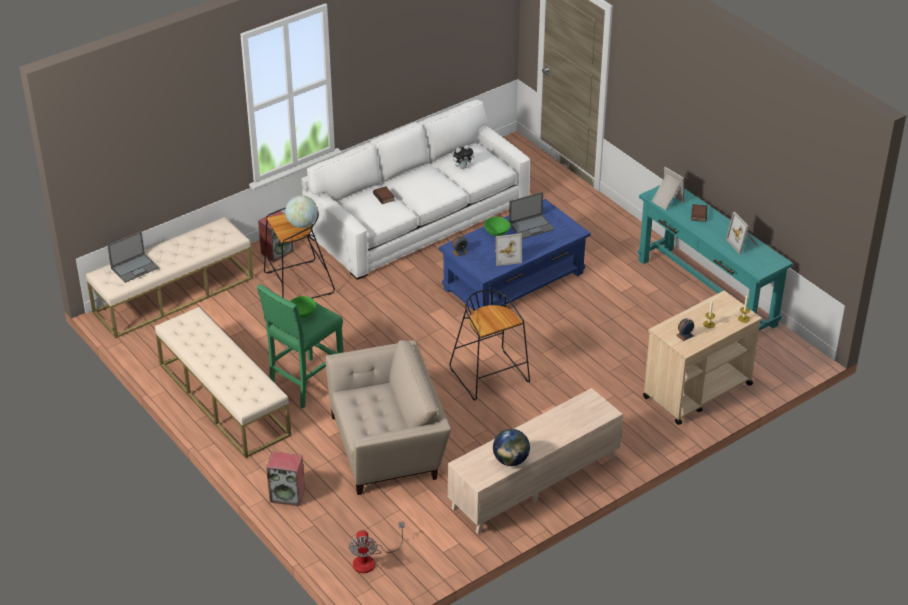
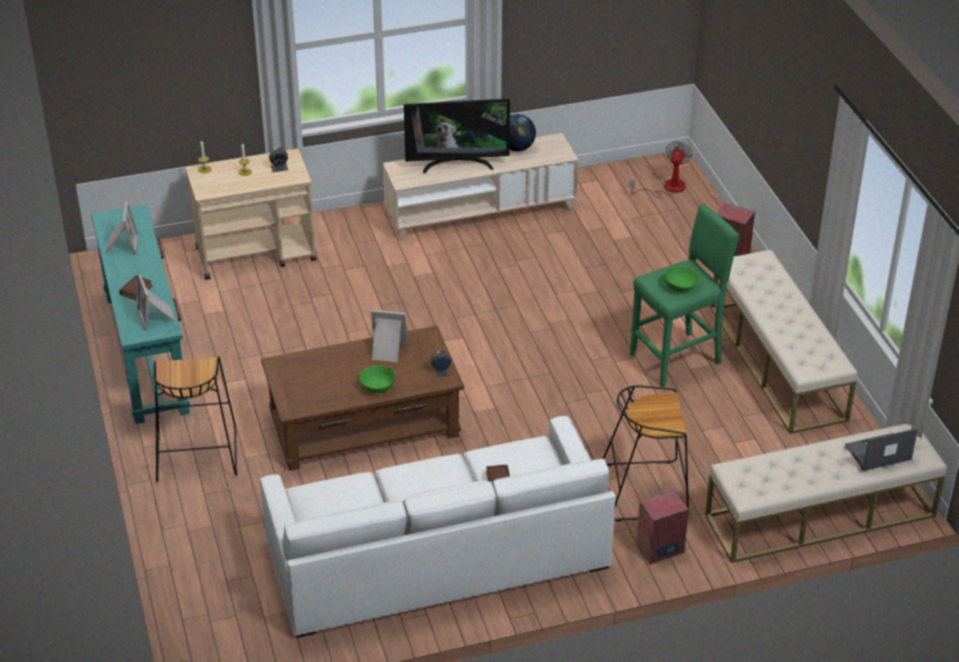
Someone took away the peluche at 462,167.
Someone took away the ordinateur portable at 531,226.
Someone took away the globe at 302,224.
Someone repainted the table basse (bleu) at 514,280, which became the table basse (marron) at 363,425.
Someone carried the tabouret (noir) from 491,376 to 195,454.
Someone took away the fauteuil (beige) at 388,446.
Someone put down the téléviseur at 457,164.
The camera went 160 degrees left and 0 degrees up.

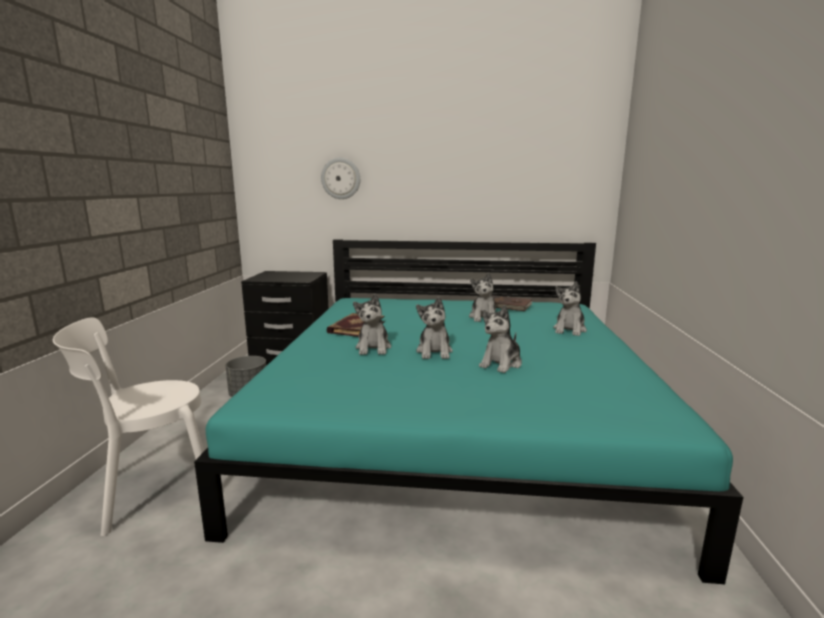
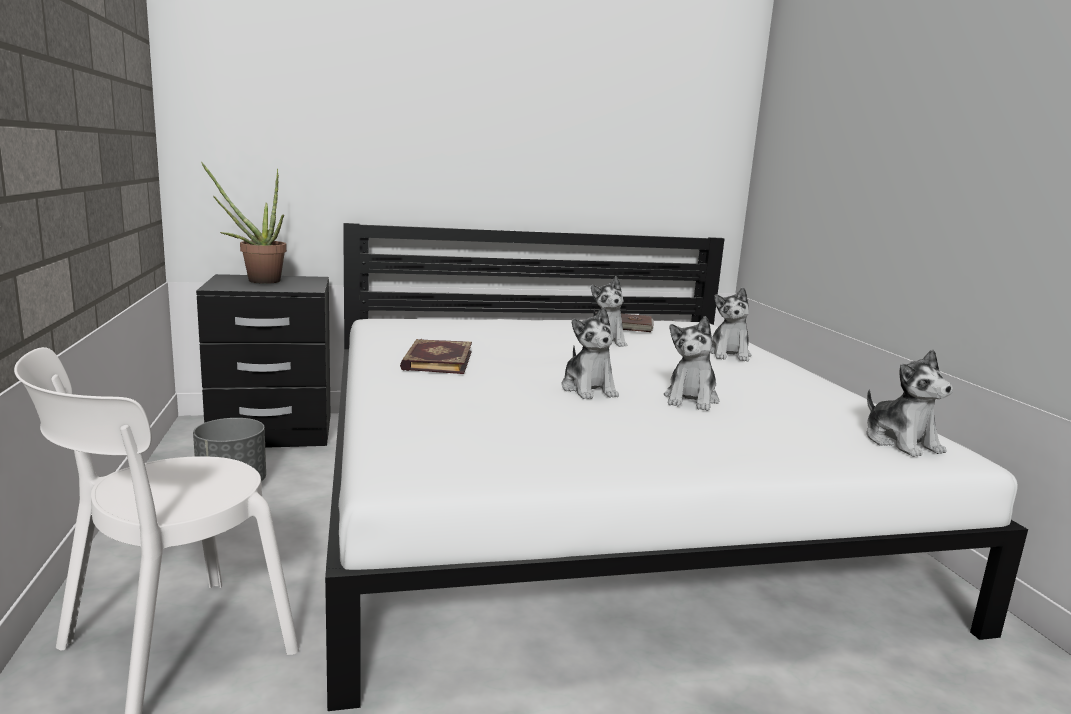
Someone took away the horloge murale at 341,178.
Someone repainted the lit (turquoise) at 455,425, which became the lit (blanc) at 590,498.
Someone carried the peluche from 373,348 to 901,442.
Someone put down the plante en pot at 256,280.
The camera went 20 degrees left and 0 degrees up.

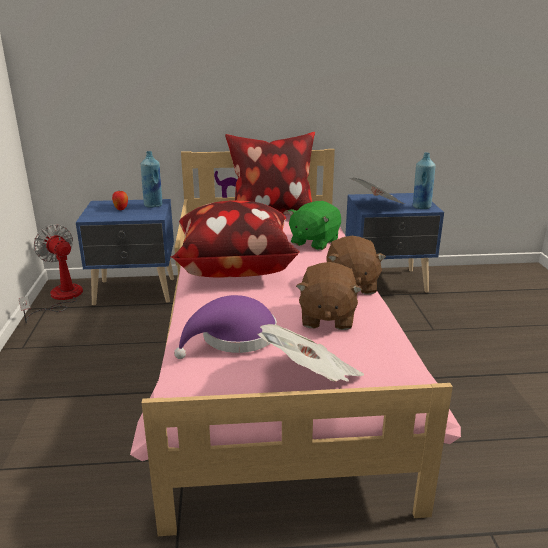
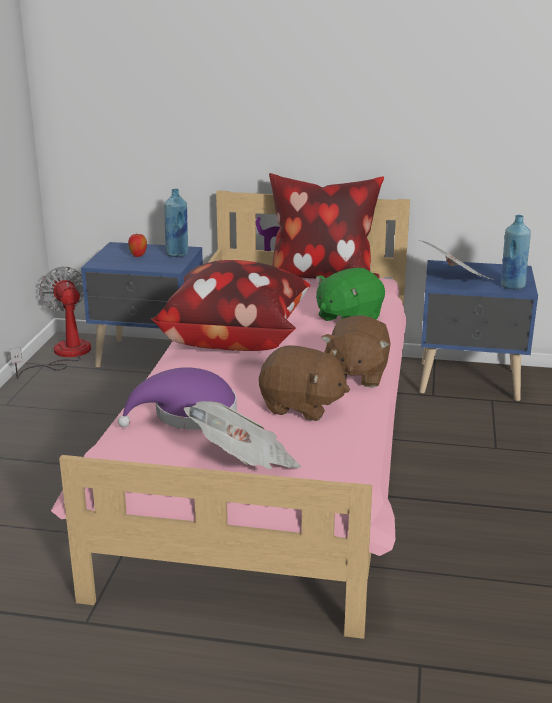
Someone rotated the peluche (marron) at 326,318 by 90 degrees counterclockwise.
The camera went 15 degrees right and 0 degrees up.

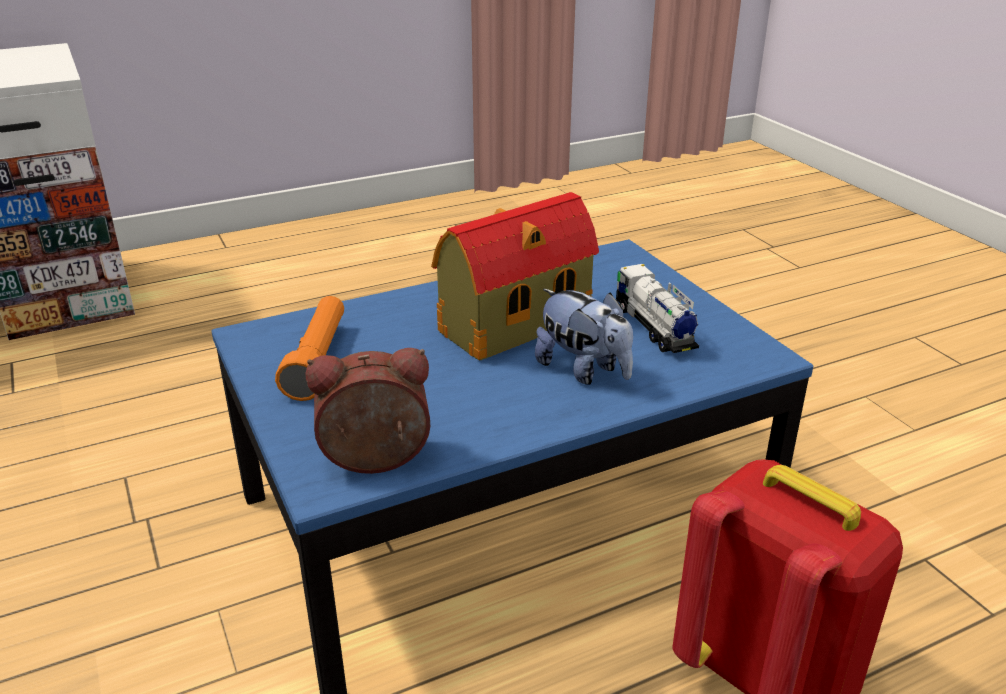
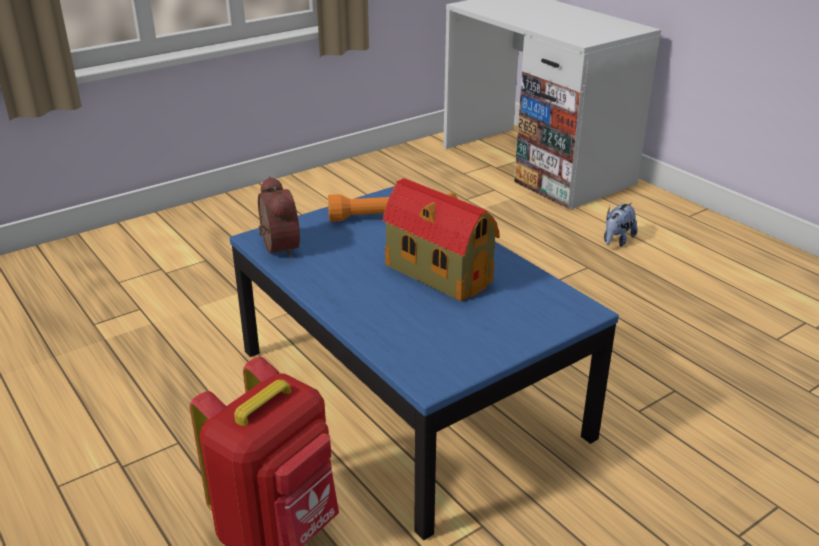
Someone took away the camion jouet at 654,327.
Someone carried the peluche from 583,370 to 617,241.
The camera went 80 degrees right and 0 degrees up.

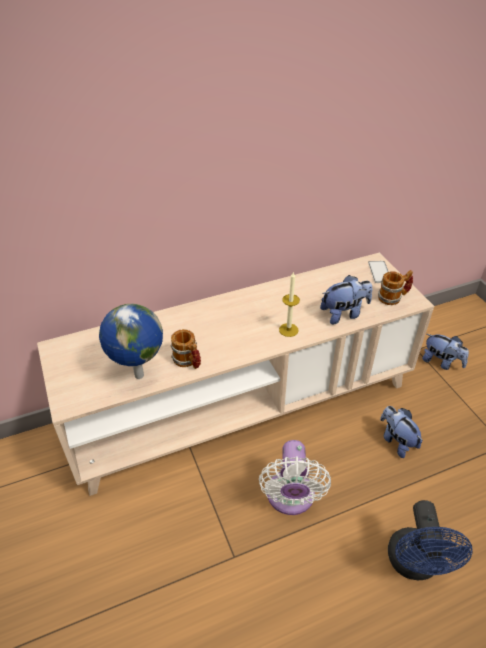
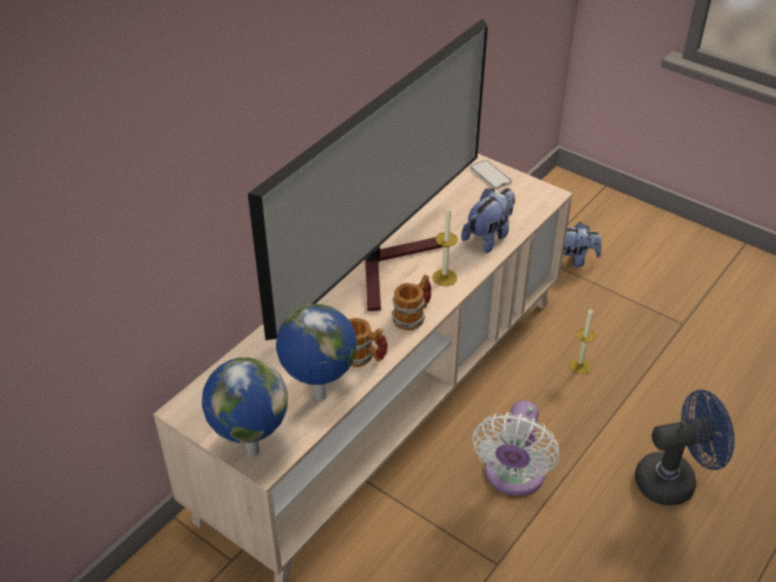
Someone carried the mug from 393,297 to 413,316.
Someone swapped the peluche at 396,441 for the bougie at 579,366.
Someone rotated the ventilateur (blanc) at 290,498 by 45 degrees clockwise.
Someone rotated the ventilateur (bleu) at 414,565 by 75 degrees counterclockwise.
Someone put down the téléviseur at 390,264.
Someone put down the globe at 251,451.
The camera went 30 degrees left and 0 degrees up.

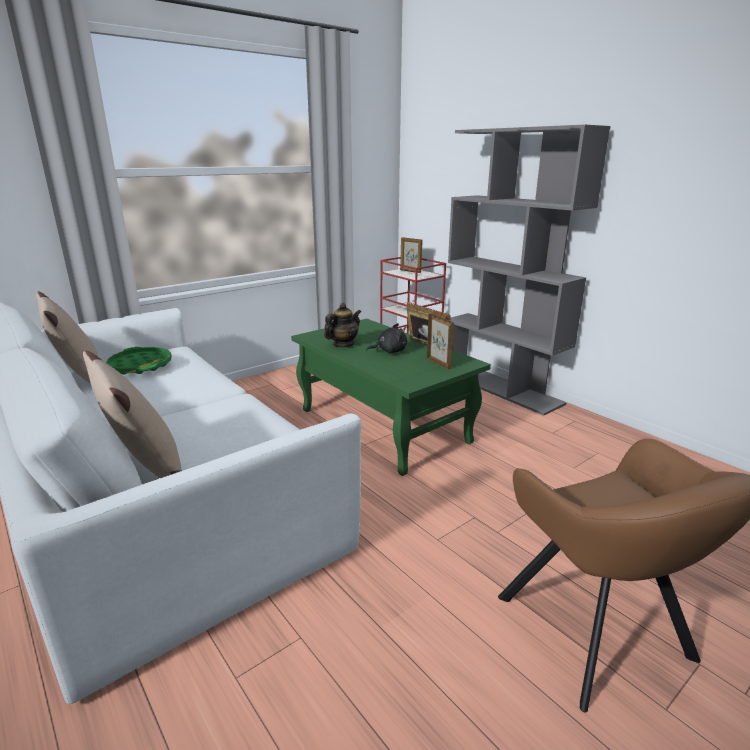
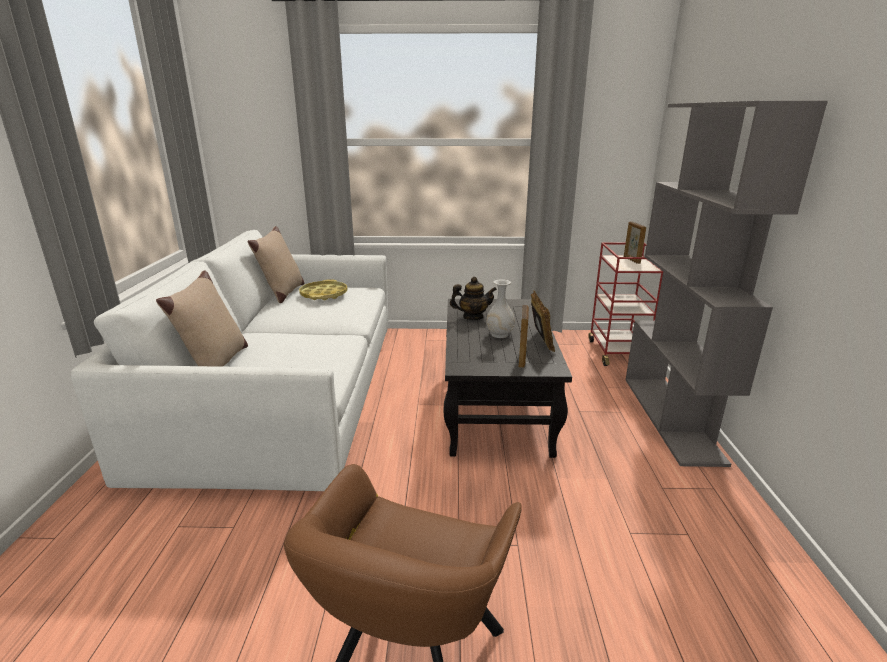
Someone repainted the table basse (vert) at 382,425, which became the table basse (noir) at 495,407.
Someone swapped the peluche (noir) at 389,351 for the vase (blanc) at 499,334.
Someone repainted the plateau (vert) at 141,366, which became the plateau (jaune) at 324,294.
The camera went 40 degrees right and 0 degrees up.

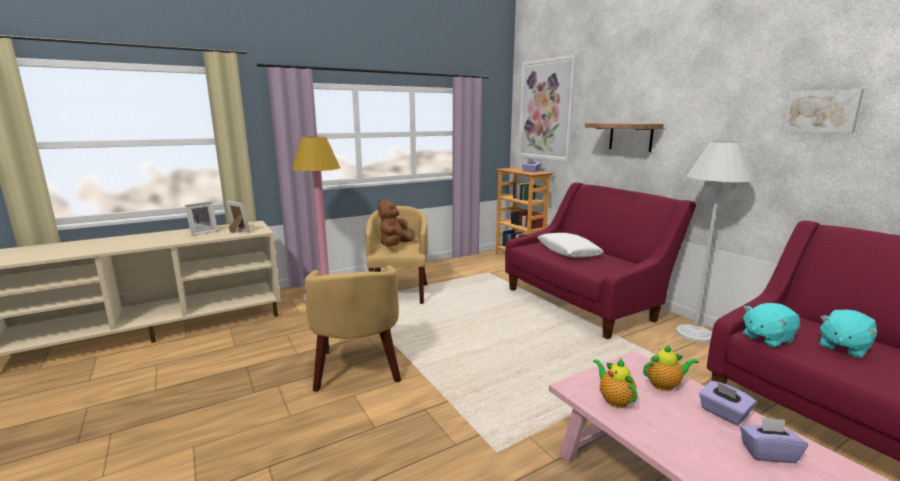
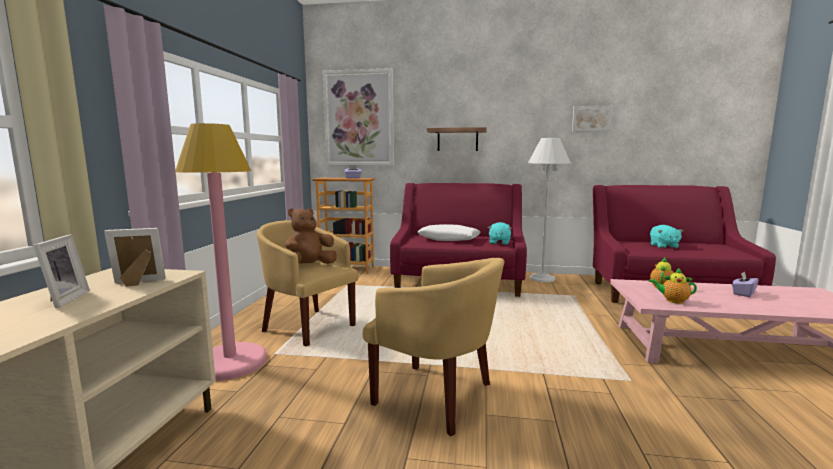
Someone rotated the peluche (marron) at 395,245 by 75 degrees clockwise.
Someone carried the peluche (turquoise) from 766,338 to 499,242.
Someone took away the boîte à mouchoirs (violet) at 723,413.
The camera went 50 degrees left and 5 degrees down.

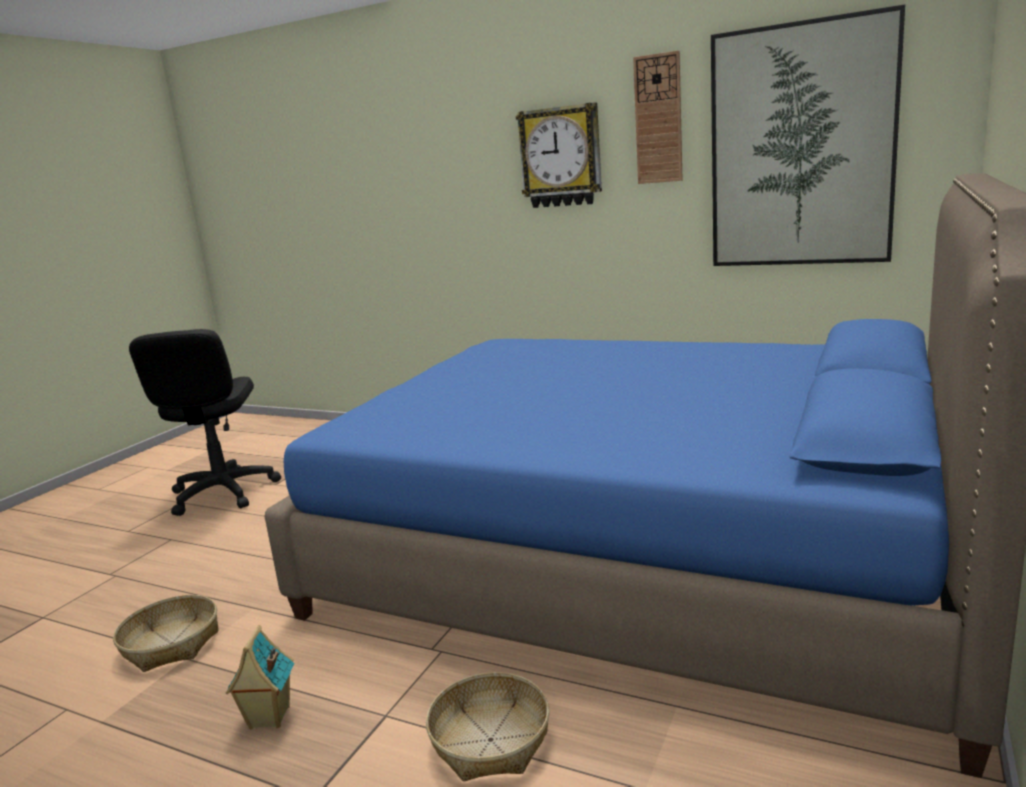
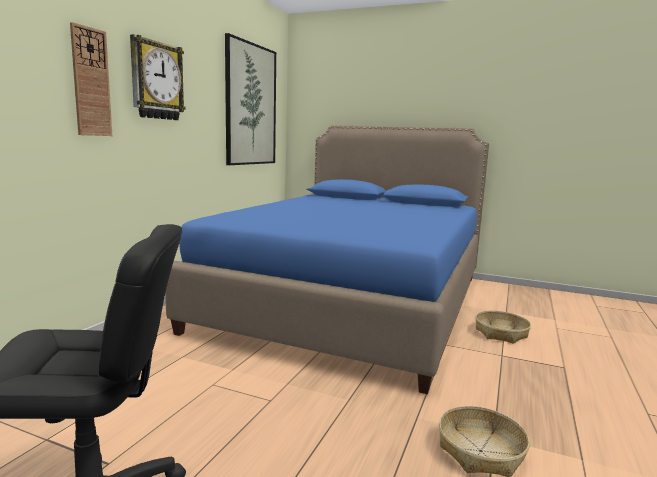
Someone carried the horloge murale from 658,119 to 91,82.
Someone took away the maison miniature at 268,718.
The camera went 95 degrees left and 5 degrees down.

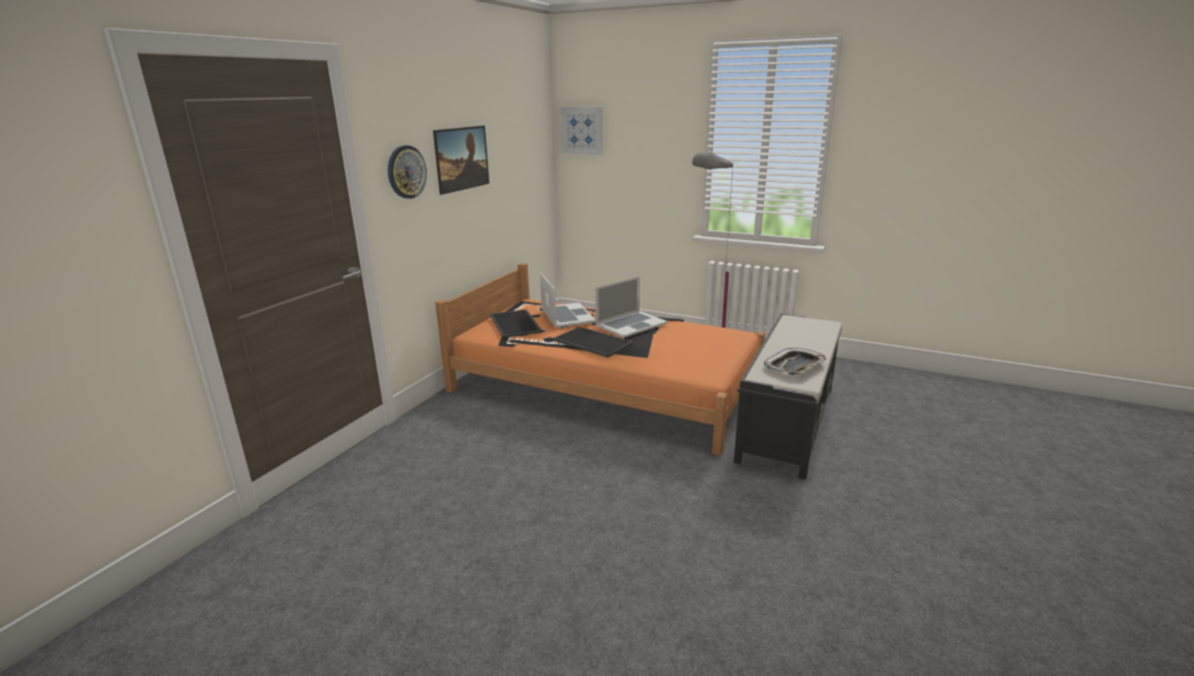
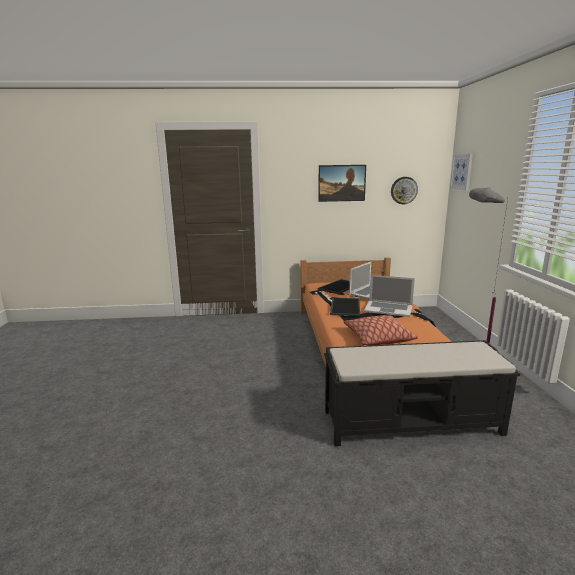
Someone carried the horloge murale from 406,172 to 403,190.
Someone took away the plateau at 795,366.
Someone put down the coussin at 378,338.
The camera went 60 degrees right and 5 degrees down.

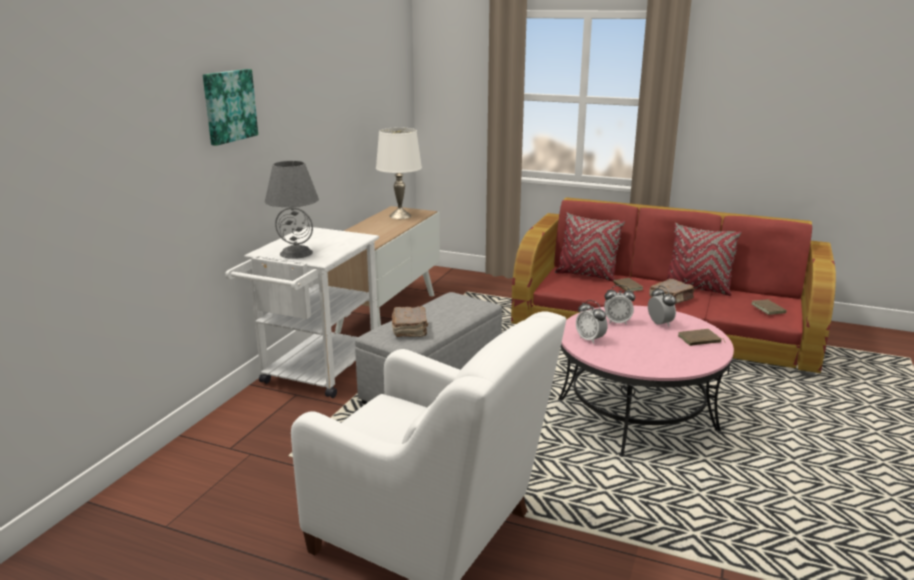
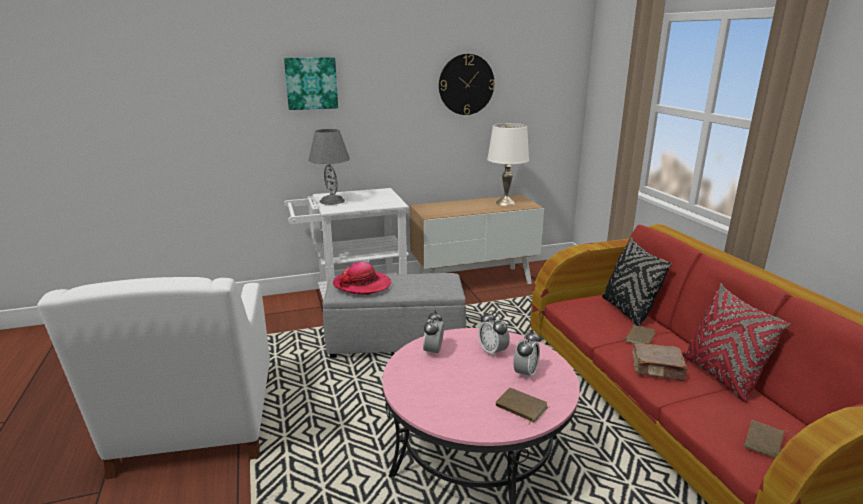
Someone repainted the coussin (rouge) at 586,275, which became the coussin (noir) at 628,311.
Someone swapped the livre (marron) at 410,329 for the chapeau at 362,285.
Someone put up the horloge murale at 466,84.
The camera went 50 degrees right and 0 degrees up.

